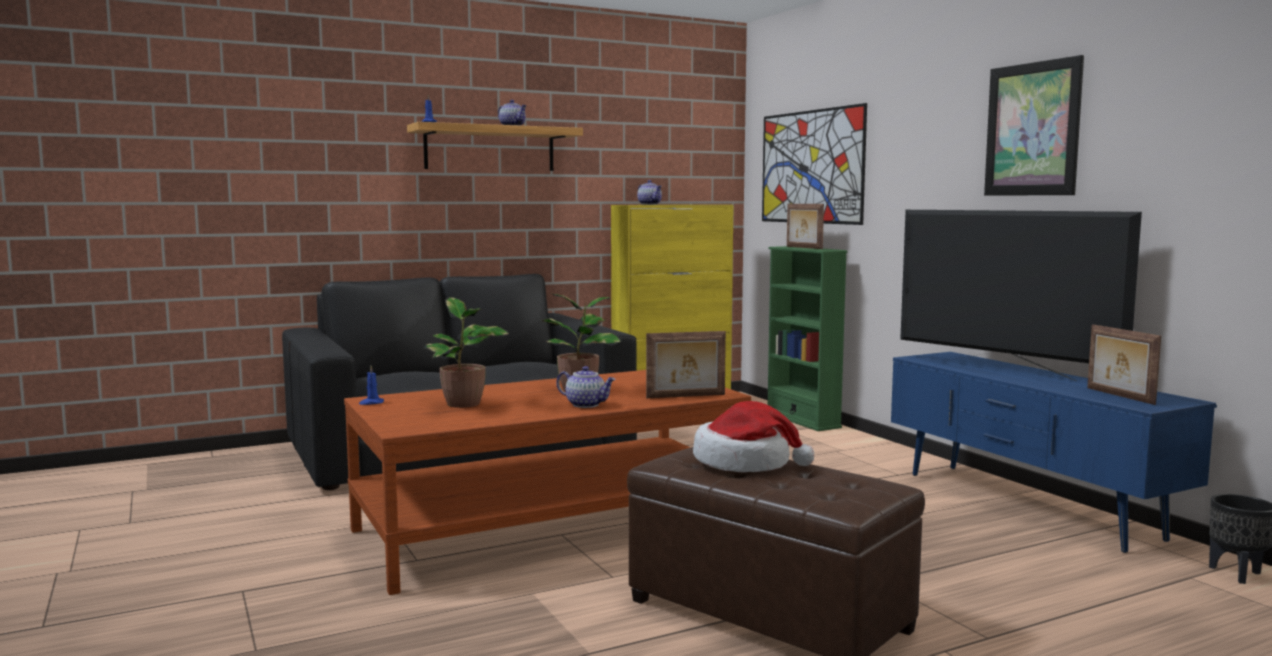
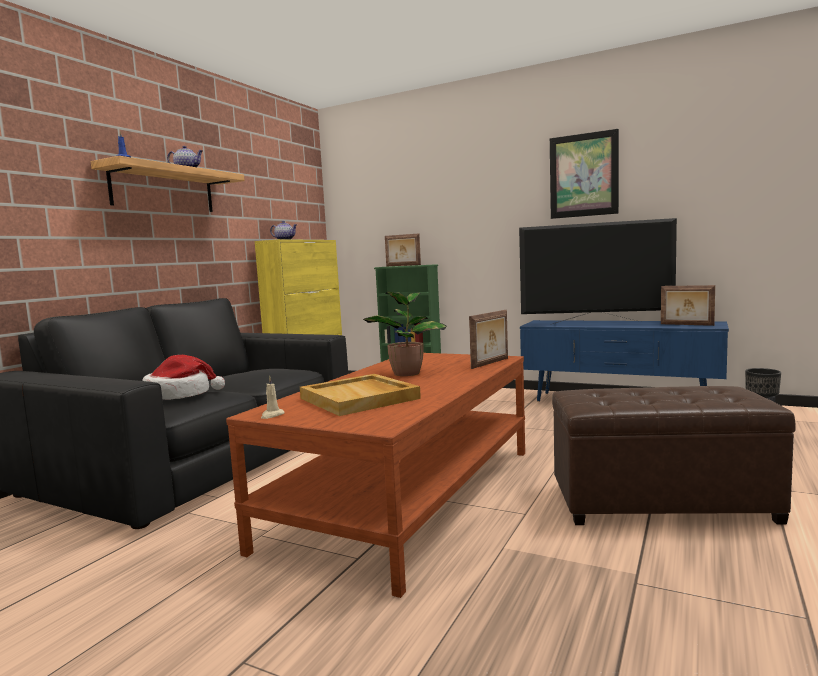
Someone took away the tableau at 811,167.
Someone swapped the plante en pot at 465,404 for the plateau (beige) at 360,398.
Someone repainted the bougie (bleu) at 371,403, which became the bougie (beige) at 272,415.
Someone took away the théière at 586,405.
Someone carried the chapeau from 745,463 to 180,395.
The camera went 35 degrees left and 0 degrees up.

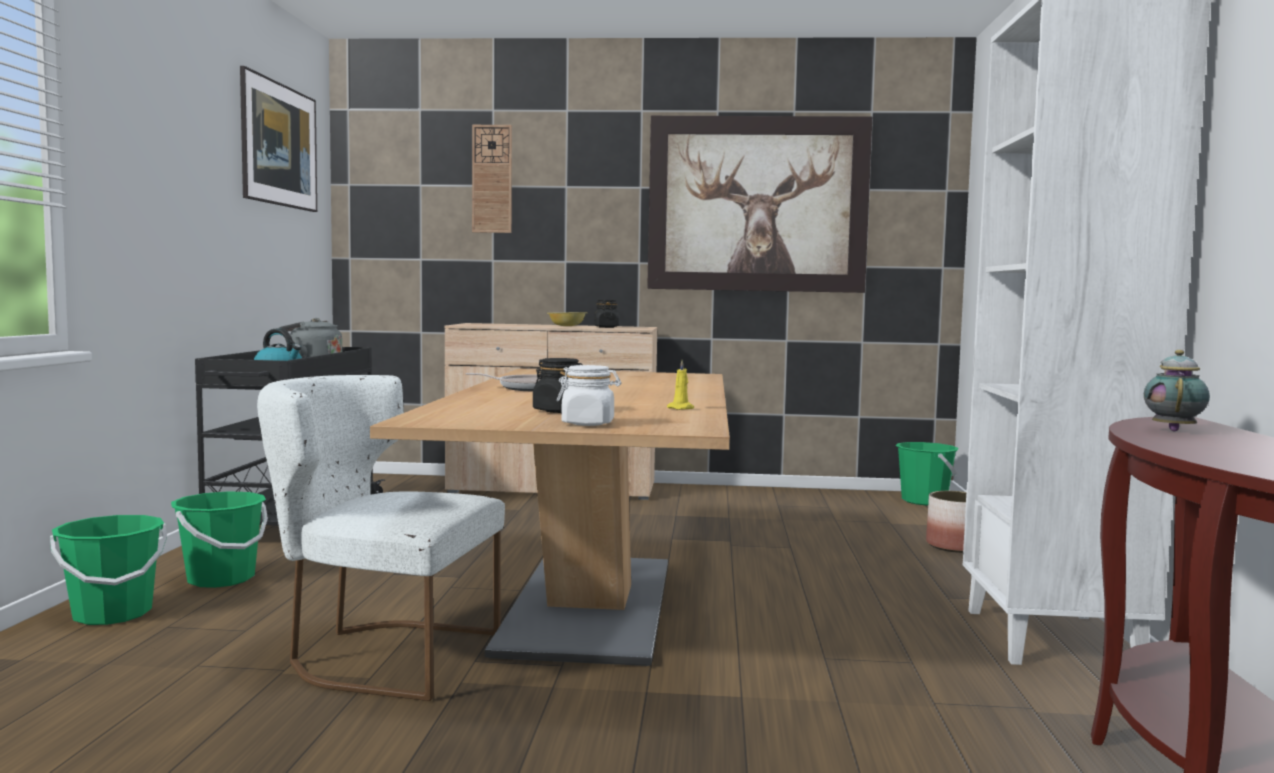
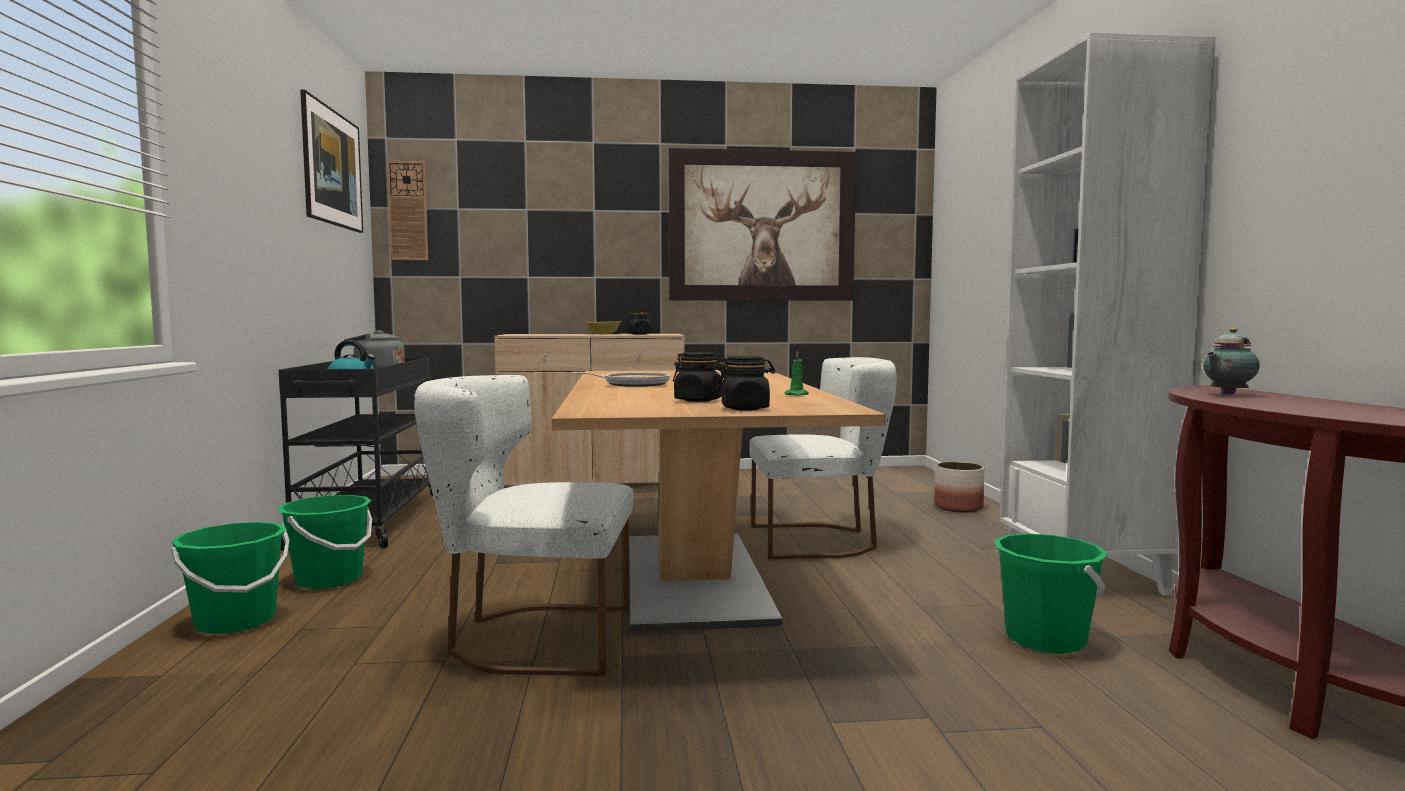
Someone carried the horloge murale from 492,179 to 408,211.
Someone rotated the théière at 1174,430 by 135 degrees counterclockwise.
Someone repainted the bougie (jaune) at 681,408, which became the bougie (vert) at 797,395.
Someone repainted the bocal (blanc) at 588,423, which became the bocal (noir) at 745,409.
Someone carried the seau (vert) from 924,501 to 1045,639.
Someone put down the chaise (blanc) at 820,541.
The camera went 10 degrees left and 0 degrees up.

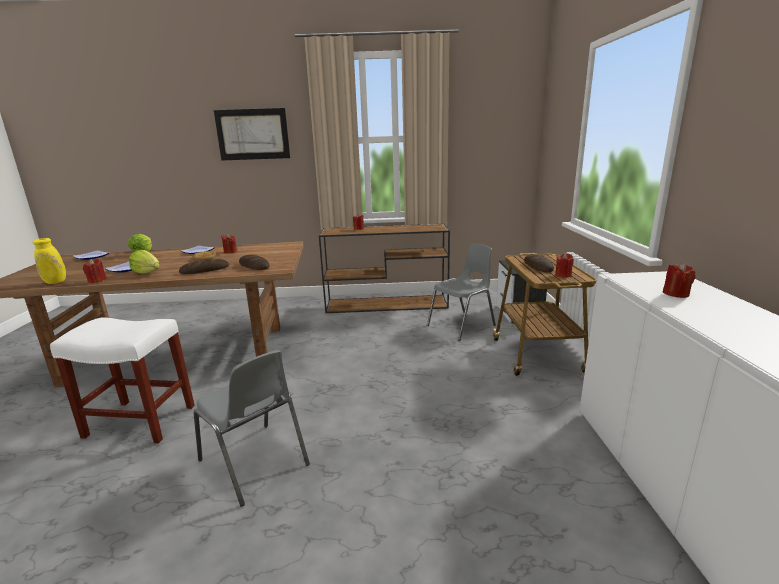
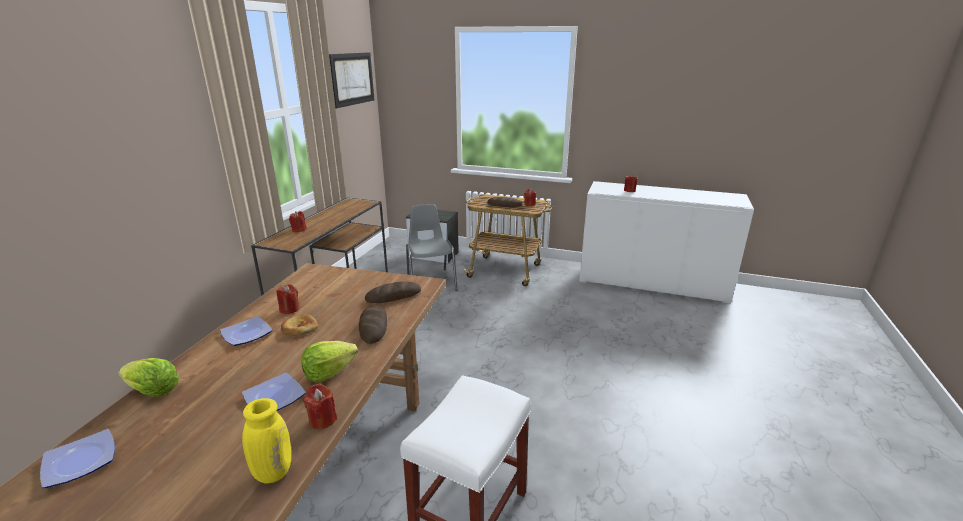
Someone carried the tableau from 252,134 to 353,79.
Someone took away the chaise (gris) at 254,463.
The camera went 70 degrees left and 5 degrees up.

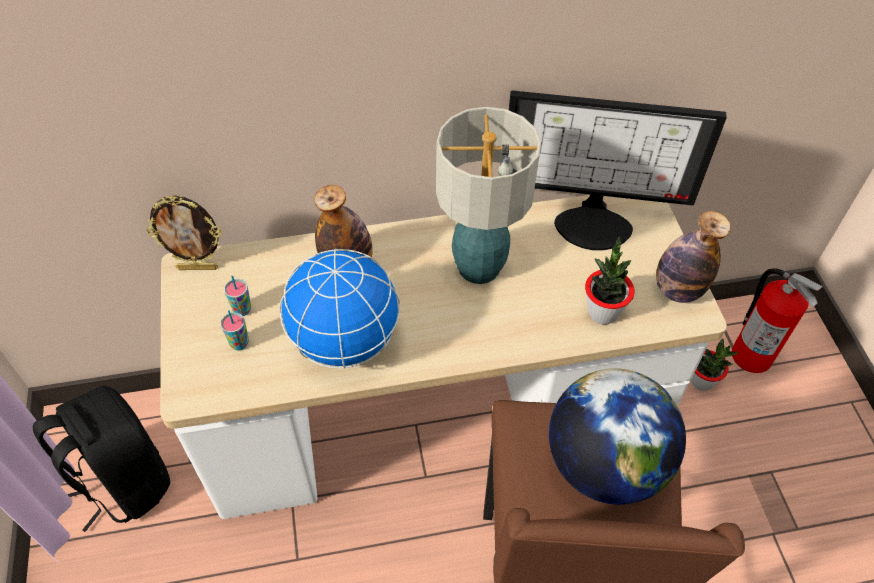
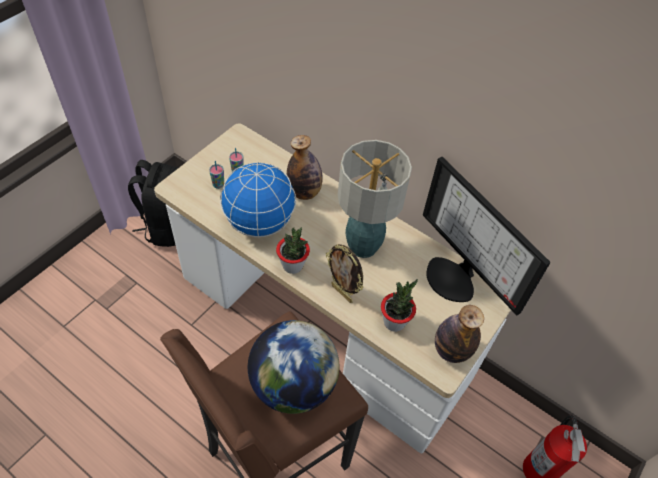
Someone carried the cadre photo from 198,267 to 342,293.
Someone carried the plante en pot from 702,381 to 292,265.
The camera went 45 degrees right and 0 degrees up.

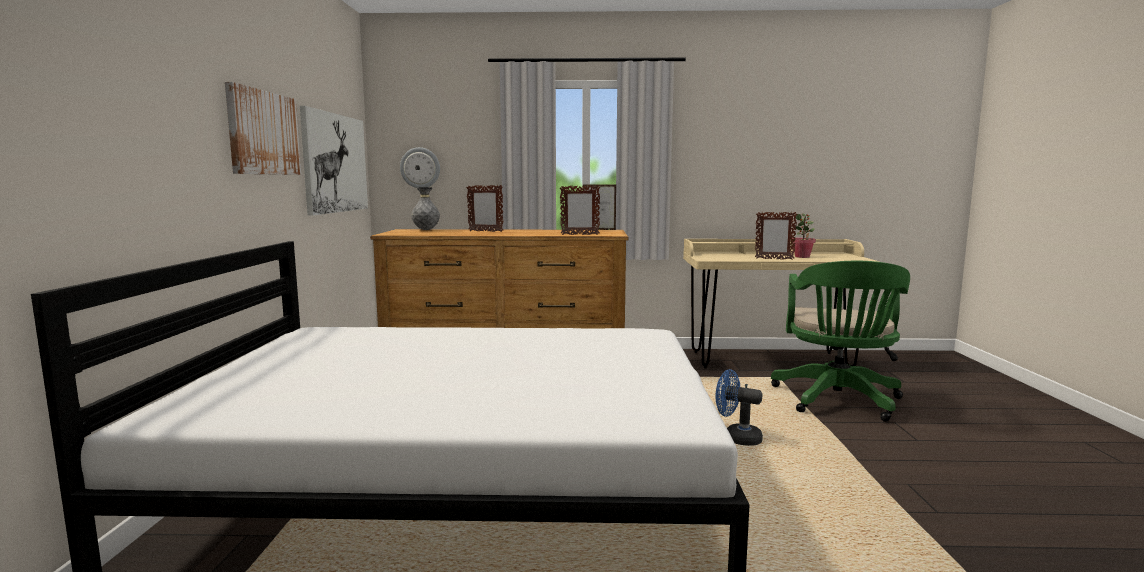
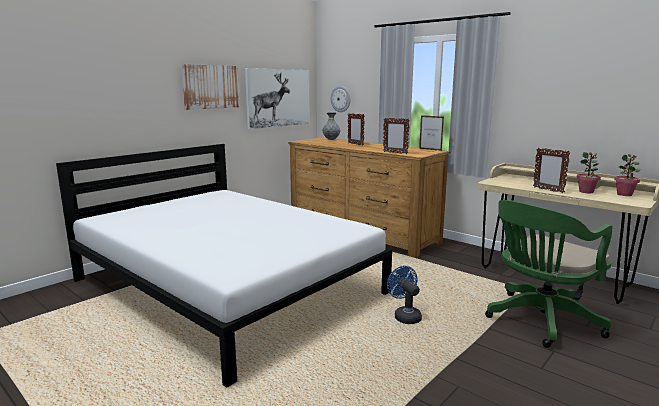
Someone put down the plante en pot at 624,194.
The camera went 40 degrees right and 5 degrees up.

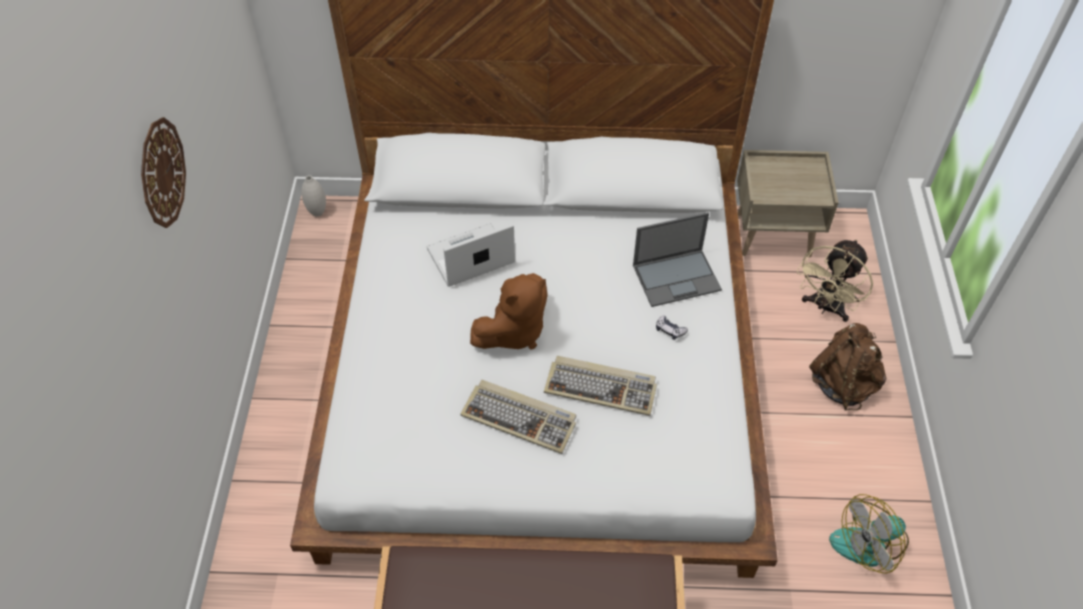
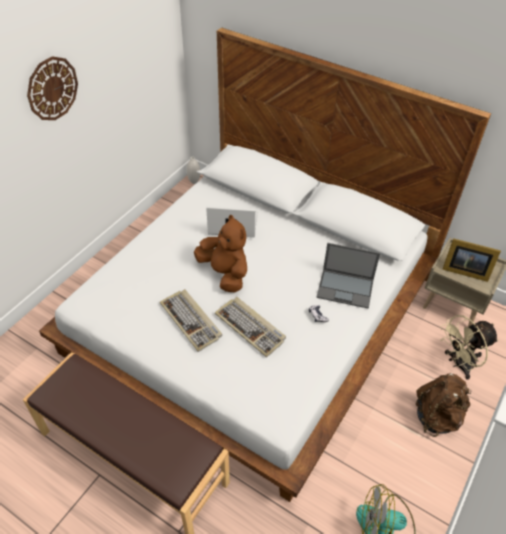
Someone rotated the peluche (marron) at 514,331 by 120 degrees counterclockwise.
Someone put down the cadre photo at 464,270.
The camera went 30 degrees right and 5 degrees down.

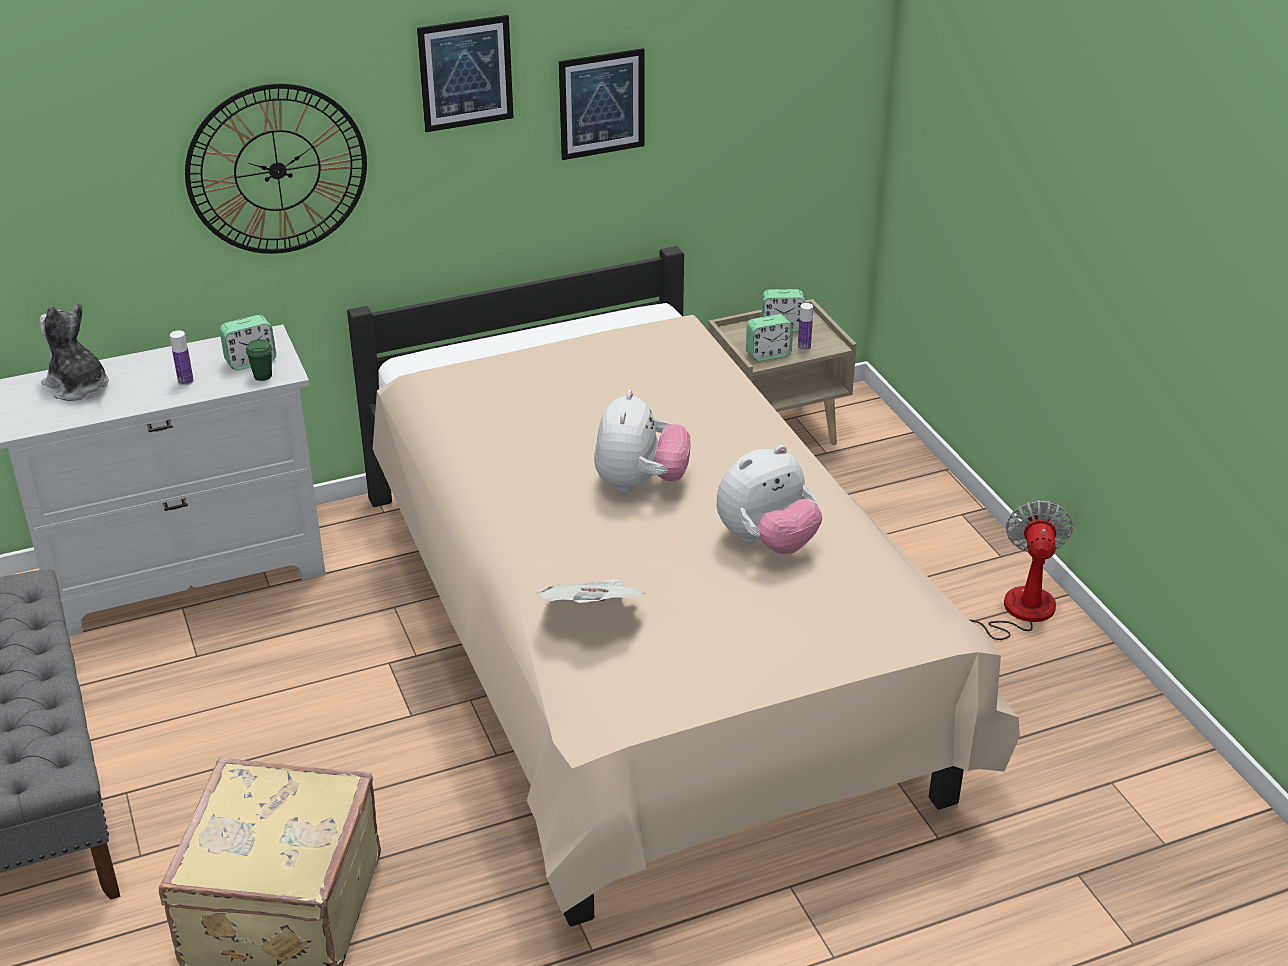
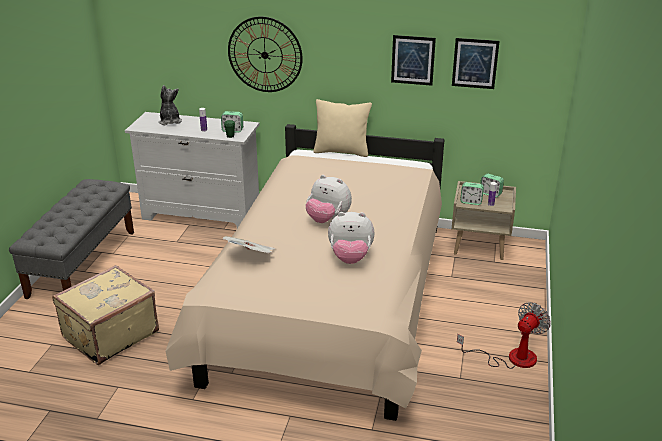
Someone carried the tableau from 466,73 to 475,63.
Someone rotated the peluche at 640,483 by 75 degrees clockwise.
Someone put down the coussin (beige) at 341,151.
The camera went 35 degrees right and 5 degrees down.

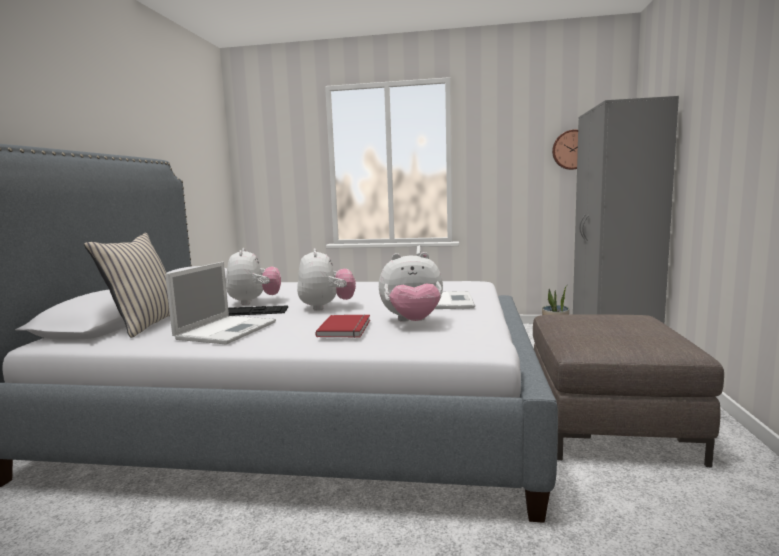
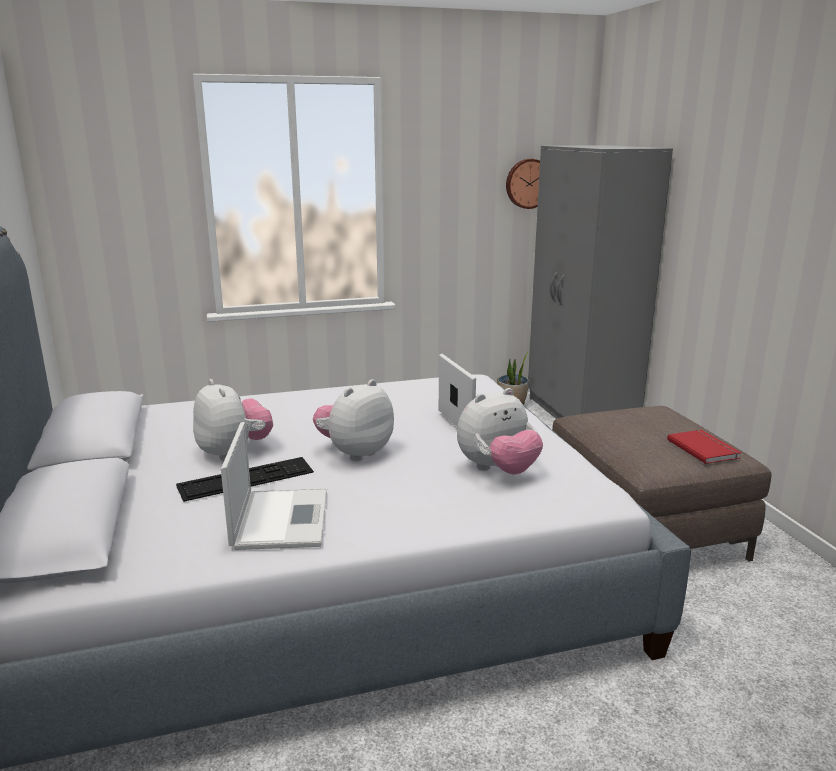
Someone took away the coussin (beige) at 145,324.
Someone rotated the peluche at 326,307 by 105 degrees counterclockwise.
Someone carried the livre (rouge) from 346,328 to 704,448.
The camera went 25 degrees left and 10 degrees up.

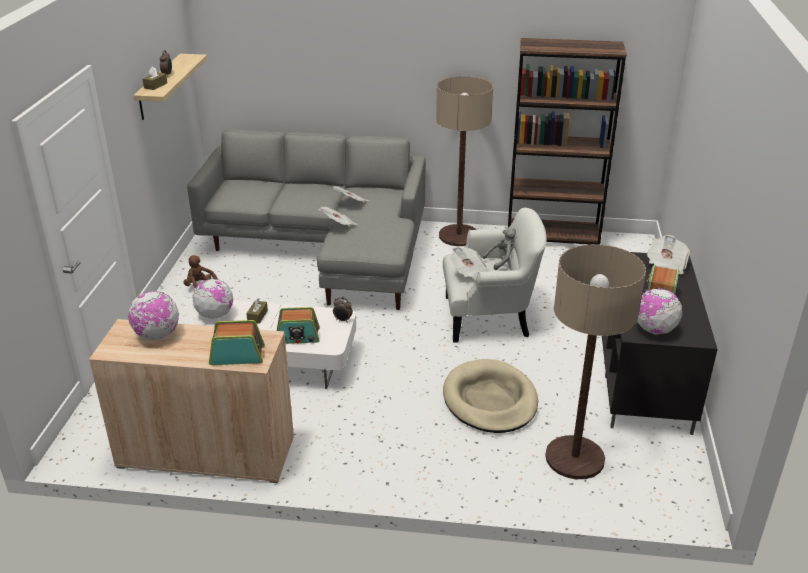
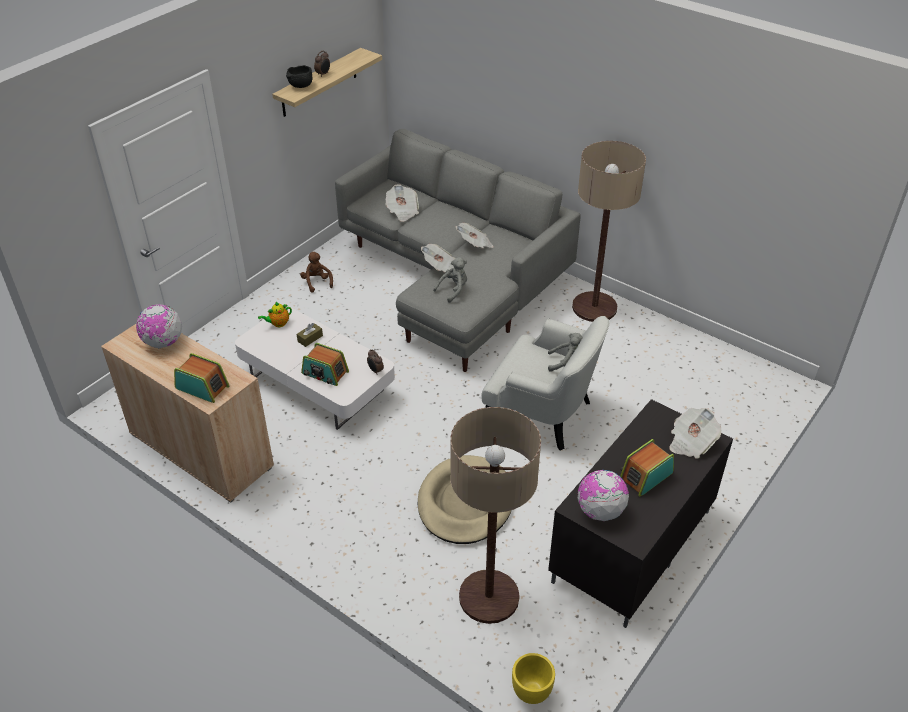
Someone took away the bibliothèque (marron) at 552,238.
Someone swapped the boîte à mouchoirs (marron) at 155,85 for the bol (noir) at 300,86.
Someone carried the journal from 469,273 to 402,211.
Someone swapped the globe at 215,315 for the théière at 278,324.
Someone put down the peluche (gris) at 453,290.
Someone put down the cache-pot (jaune) at 531,692.
The camera went 30 degrees right and 10 degrees up.

